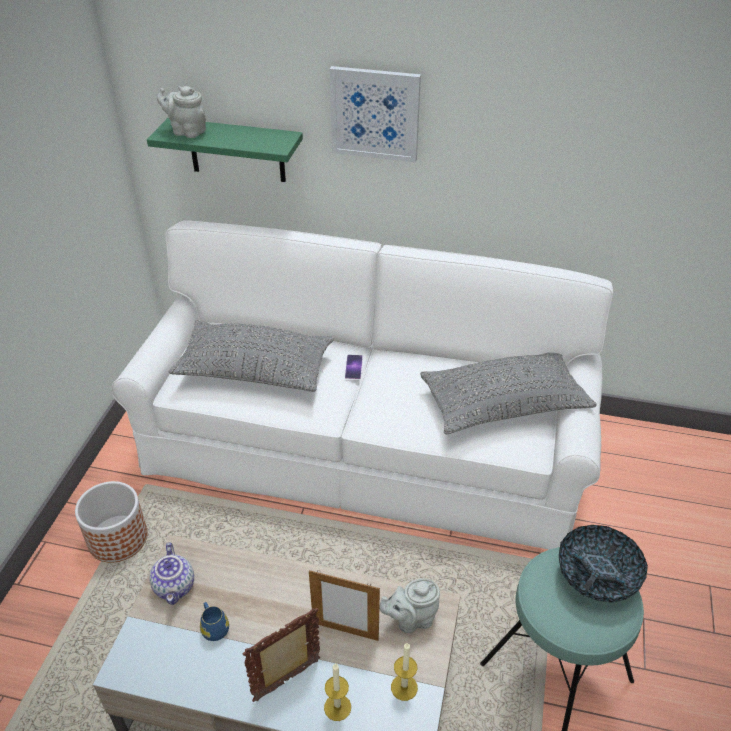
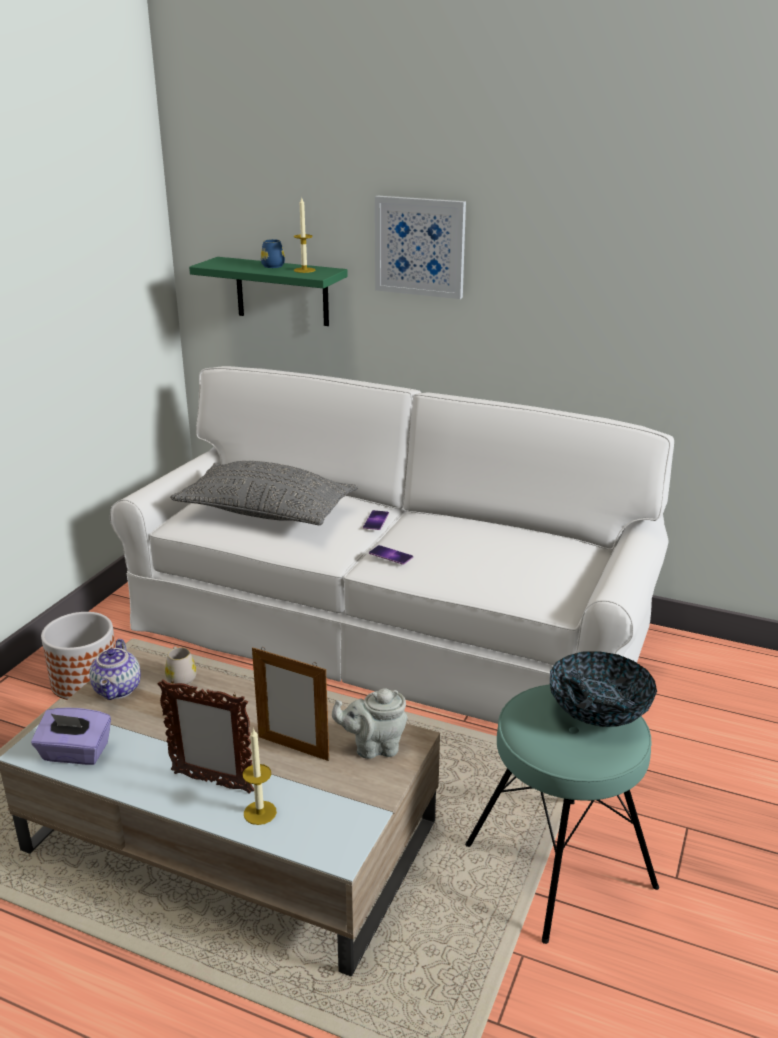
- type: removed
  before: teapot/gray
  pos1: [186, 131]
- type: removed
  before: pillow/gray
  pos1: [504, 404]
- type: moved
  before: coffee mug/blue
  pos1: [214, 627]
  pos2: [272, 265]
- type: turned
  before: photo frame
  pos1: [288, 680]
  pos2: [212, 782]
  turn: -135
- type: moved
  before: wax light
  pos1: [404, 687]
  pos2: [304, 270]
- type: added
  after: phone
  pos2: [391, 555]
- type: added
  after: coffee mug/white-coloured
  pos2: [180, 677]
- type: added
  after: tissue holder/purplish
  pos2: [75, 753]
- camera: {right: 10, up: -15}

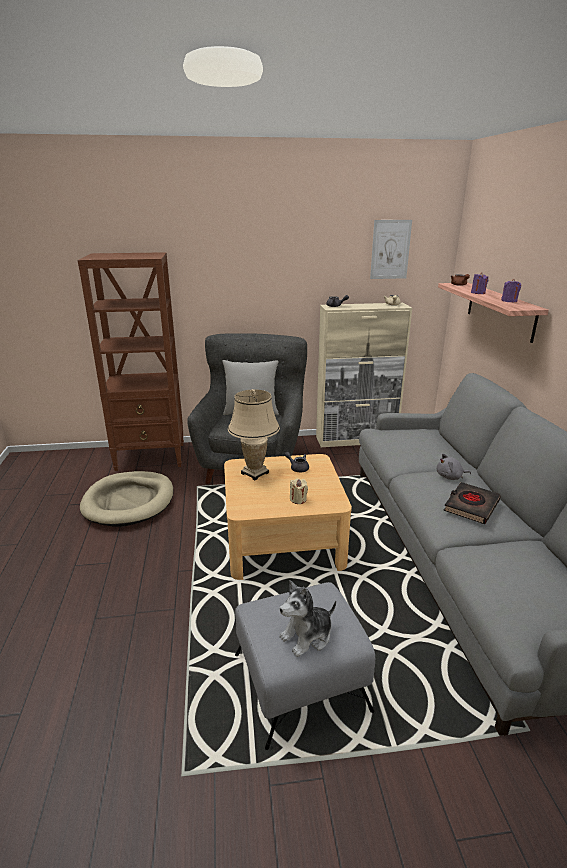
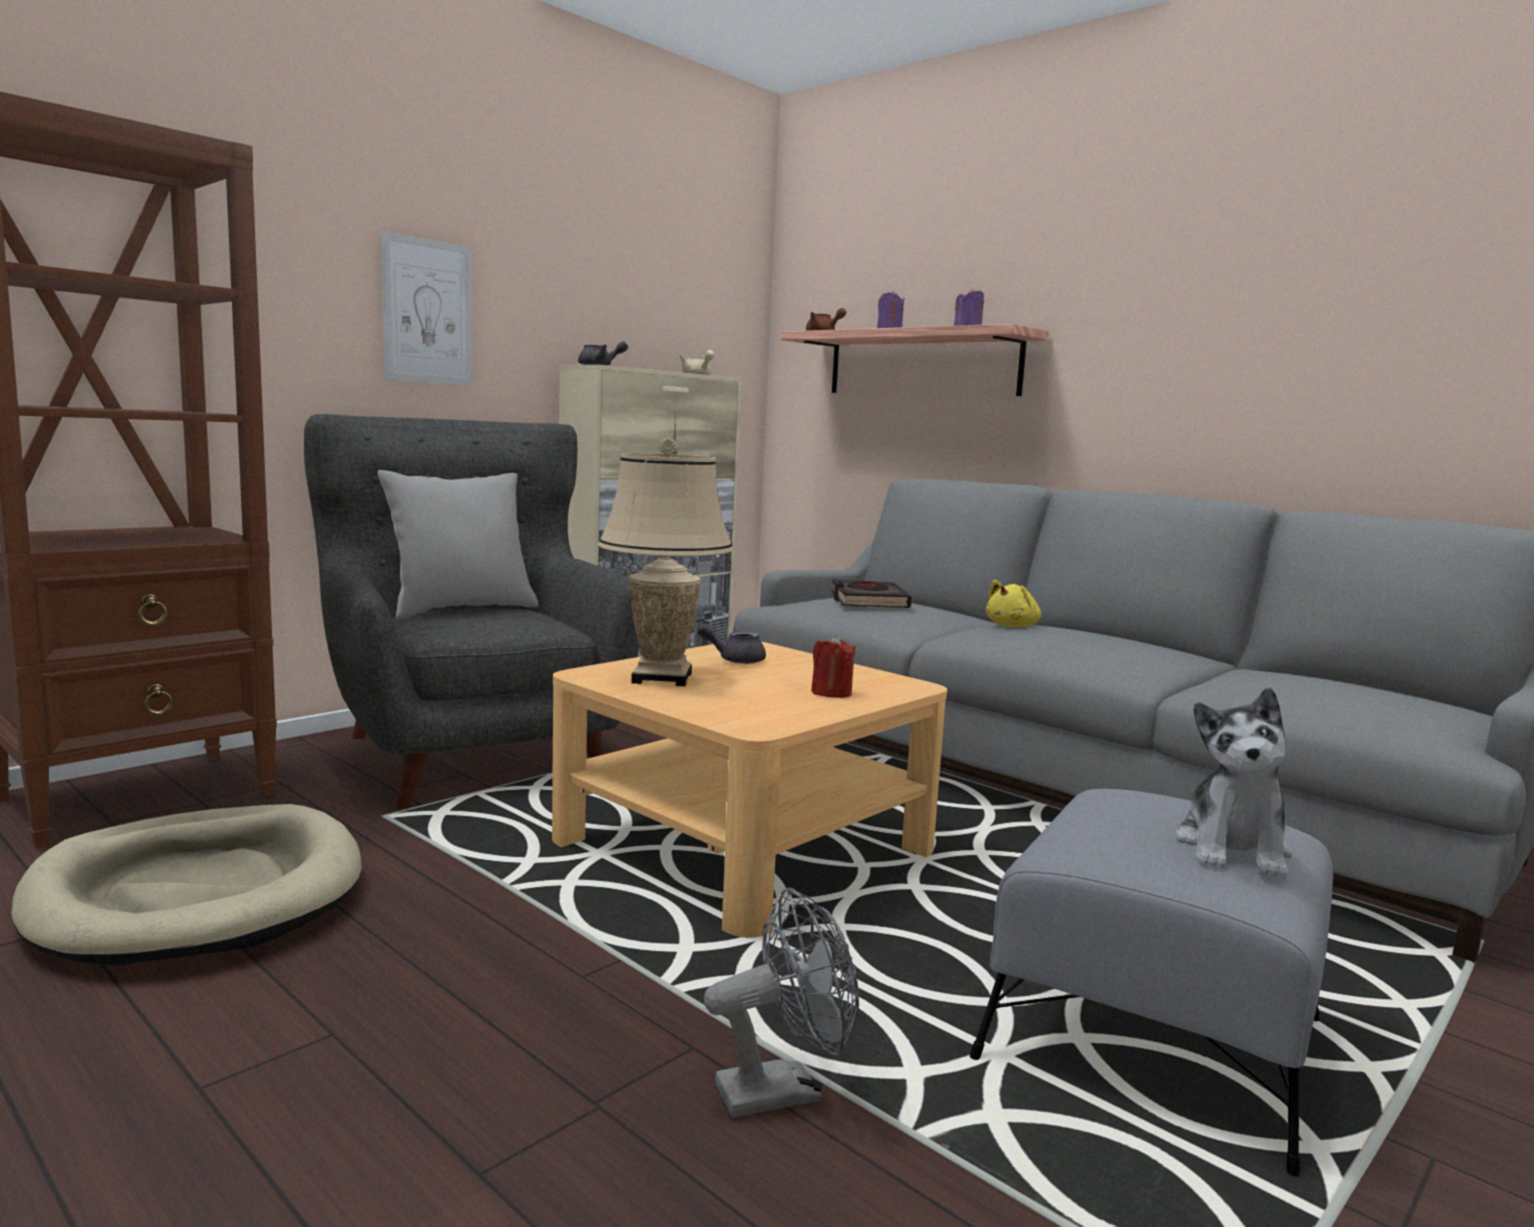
- type: moved
  before: wall art
  pos1: [390, 249]
  pos2: [427, 312]
- type: recoloured
  before: cuddly toy/gray
  after: cuddly toy/yellowish
  pos1: [450, 477]
  pos2: [1013, 627]
- type: recoloured
  before: wax light/beige
  after: wax light/red-coloured
  pos1: [298, 499]
  pos2: [831, 693]
- type: moved
  before: book/black-coloured
  pos1: [471, 506]
  pos2: [868, 601]
- type: added
  after: cooling fan/gray
  pos2: [783, 1090]
- camera: {right: -40, up: -15}

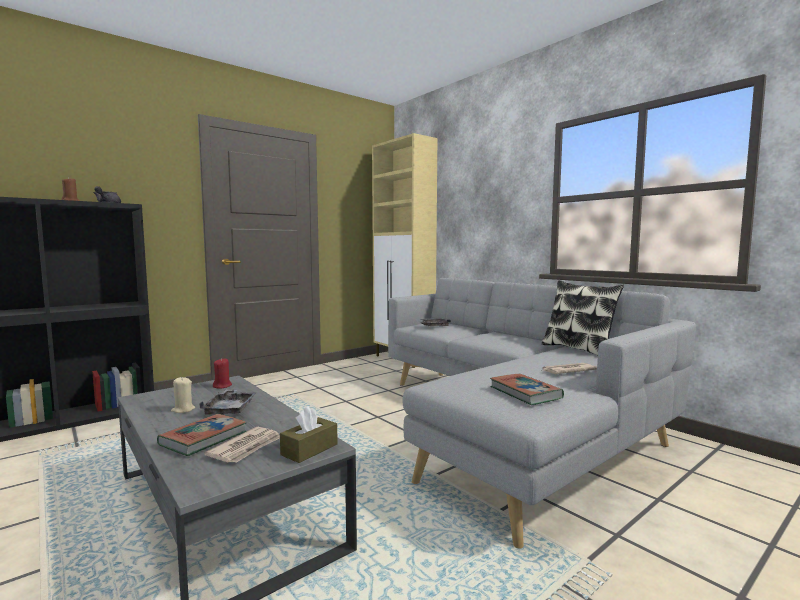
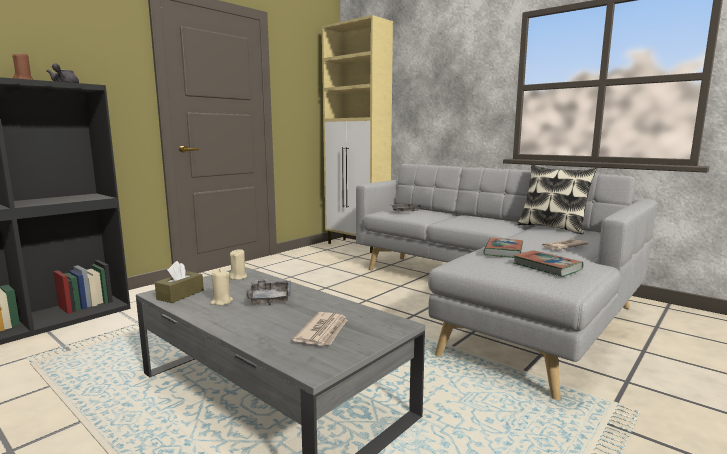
- type: recoloured
  before: wax light/red-coloured
  after: wax light/beige
  pos1: [222, 386]
  pos2: [238, 277]
- type: moved
  before: tissue holder/brown-coloured
  pos1: [309, 449]
  pos2: [180, 295]
- type: moved
  before: book
  pos1: [203, 438]
  pos2: [503, 251]
- camera: {right: -10, up: 5}

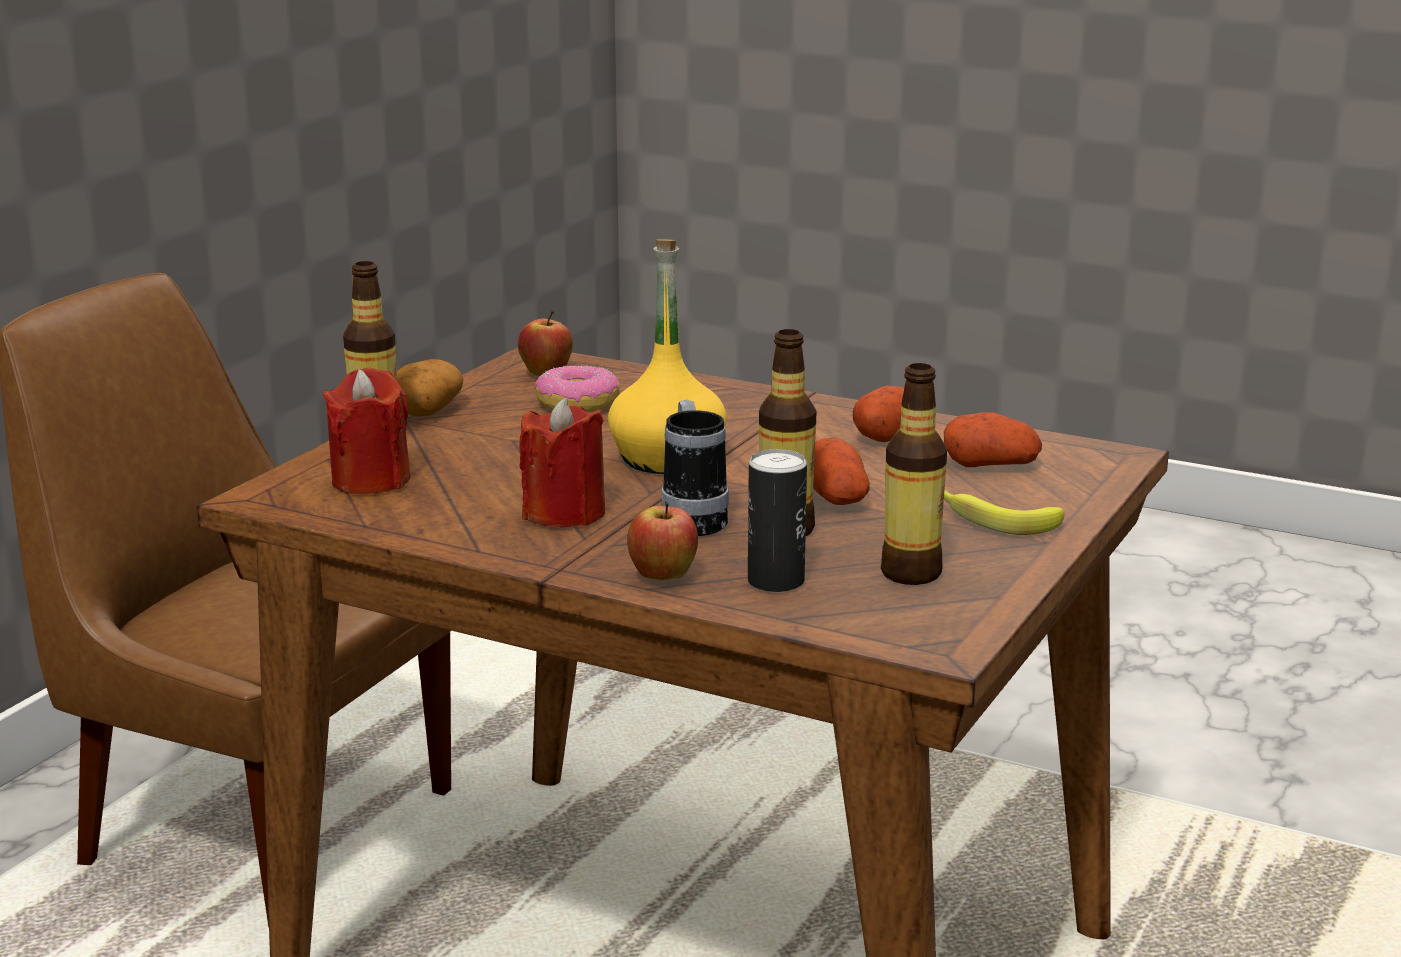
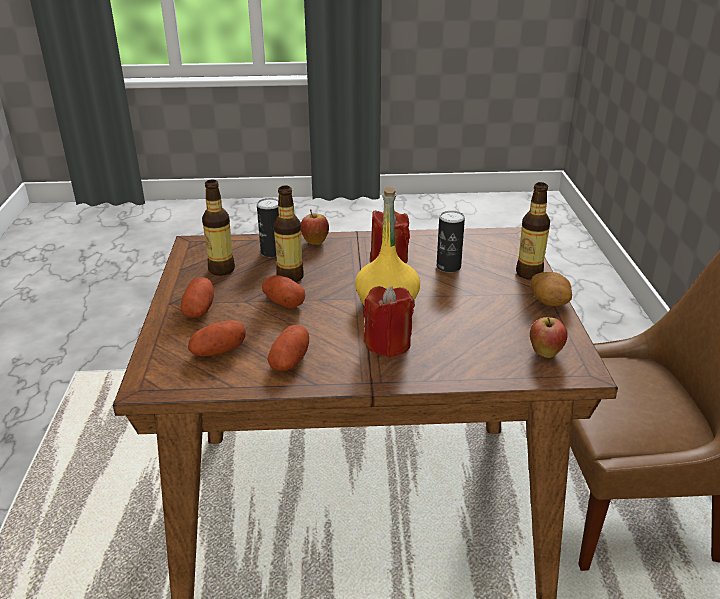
- type: removed
  before: ring doughnut
  pos1: [578, 404]
- type: moved
  before: wax light/red-coloured
  pos1: [371, 480]
  pos2: [388, 344]
- type: removed
  before: coffee mug
  pos1: [693, 518]
- type: replaced
  before: whole banana
  after: whole potato
  pos1: [994, 520]
  pos2: [199, 309]
- type: added
  after: can
  pos2: [448, 267]
- camera: {right: 150, up: 10}

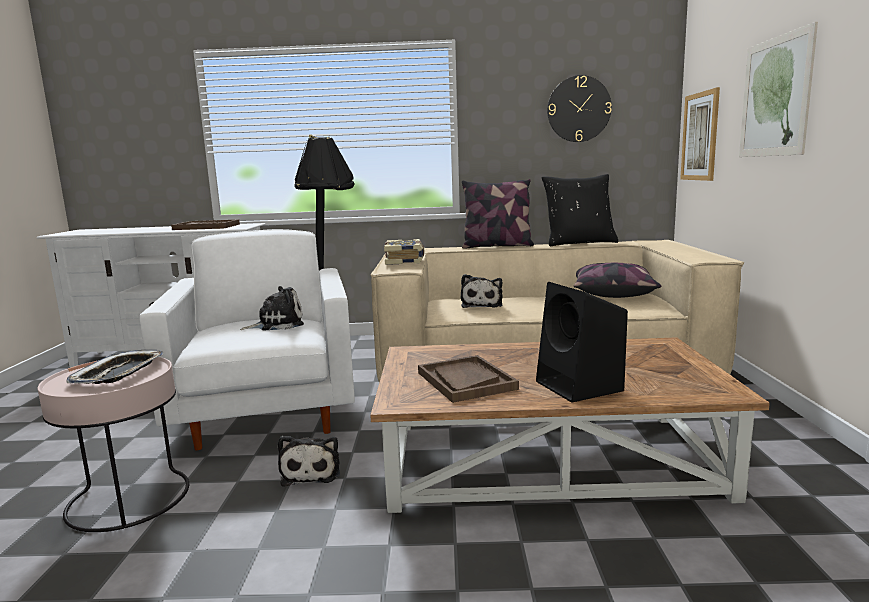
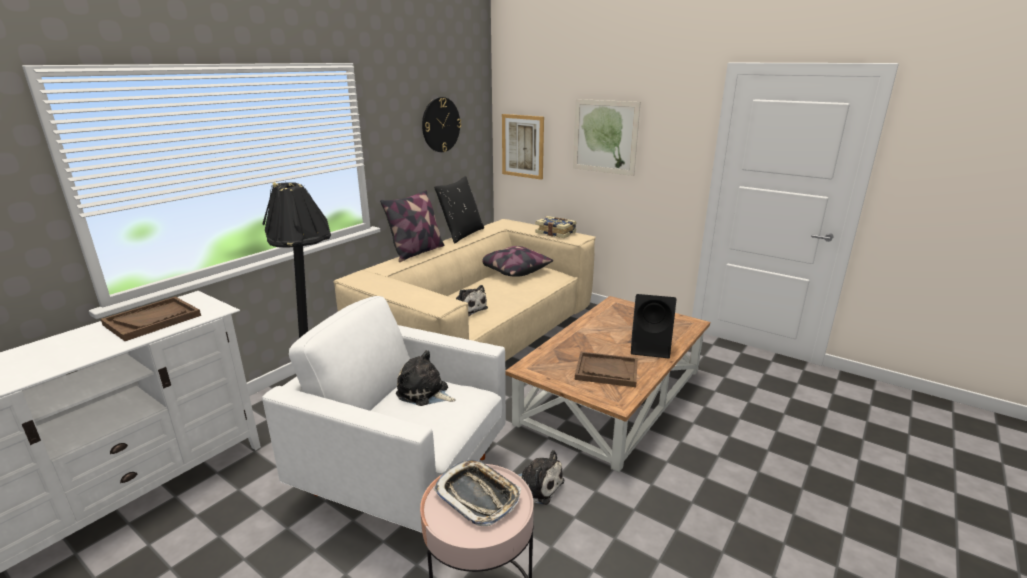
- type: moved
  before: book
  pos1: [405, 261]
  pos2: [556, 233]
- type: turned
  before: cuddly toy
  pos1: [277, 324]
  pos2: [425, 393]
  turn: -75
- camera: {right: -55, up: 10}

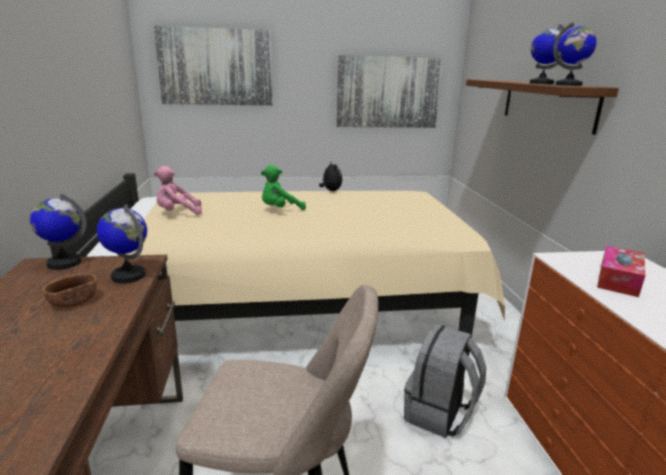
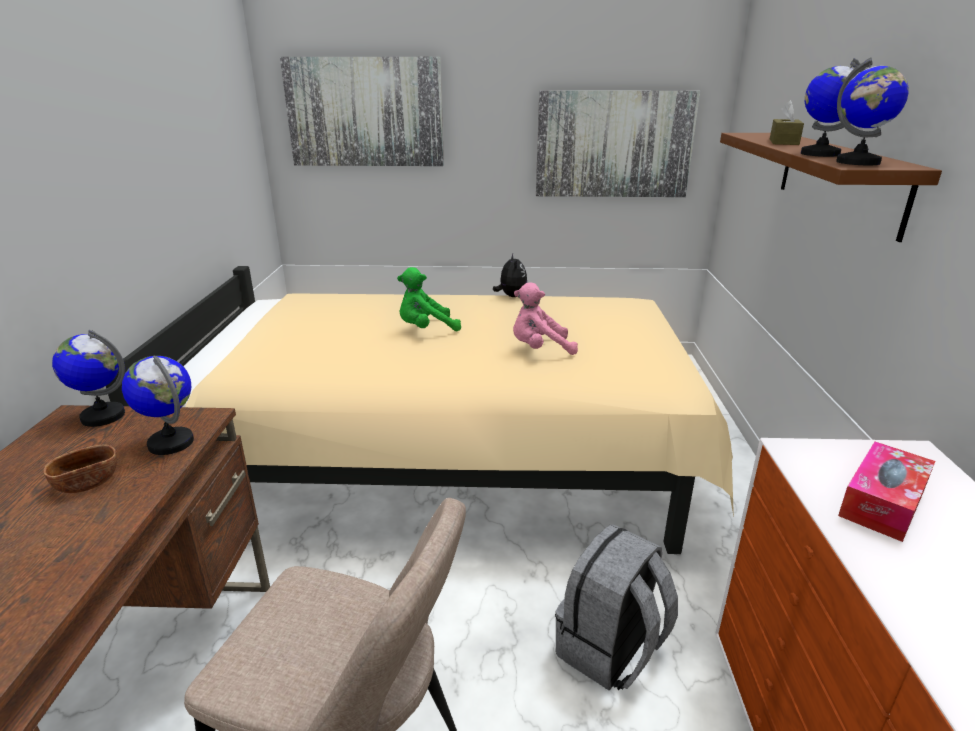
- type: moved
  before: cuddly toy/pink-coloured
  pos1: [177, 213]
  pos2: [539, 349]
- type: added
  after: tissue holder/brown-coloured
  pos2: [783, 142]
- camera: {right: 10, up: 5}

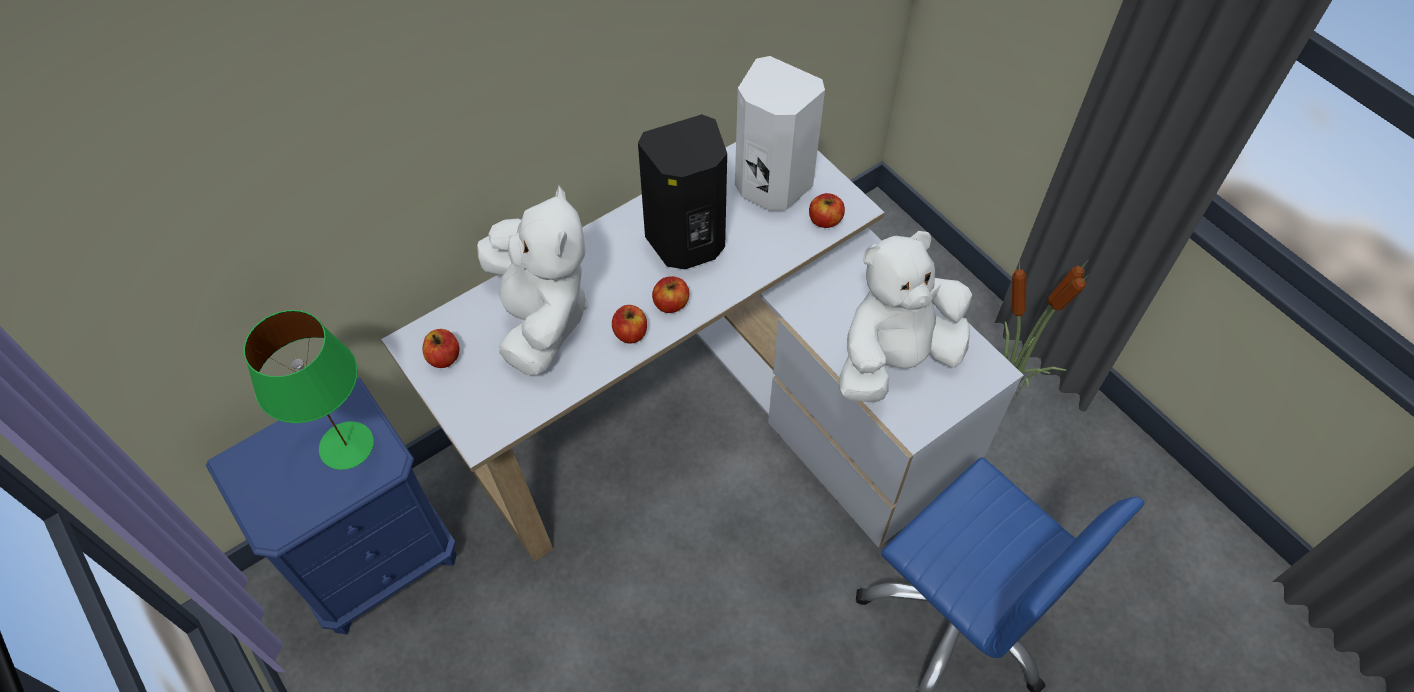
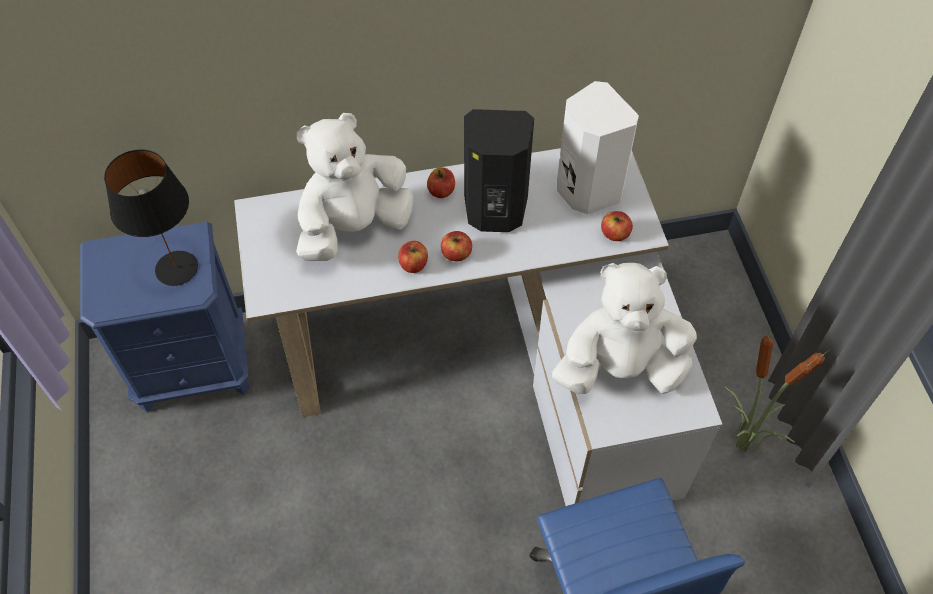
- type: turned
  before: cuddly toy/white-coloured
  pos1: [540, 317]
  pos2: [354, 227]
  turn: -135
- type: recoloured
  before: table lamp/green
  after: table lamp/black-coloured
  pos1: [345, 446]
  pos2: [175, 268]
- type: moved
  before: whole apple
  pos1: [444, 357]
  pos2: [441, 191]
- camera: {right: 25, up: 0}

